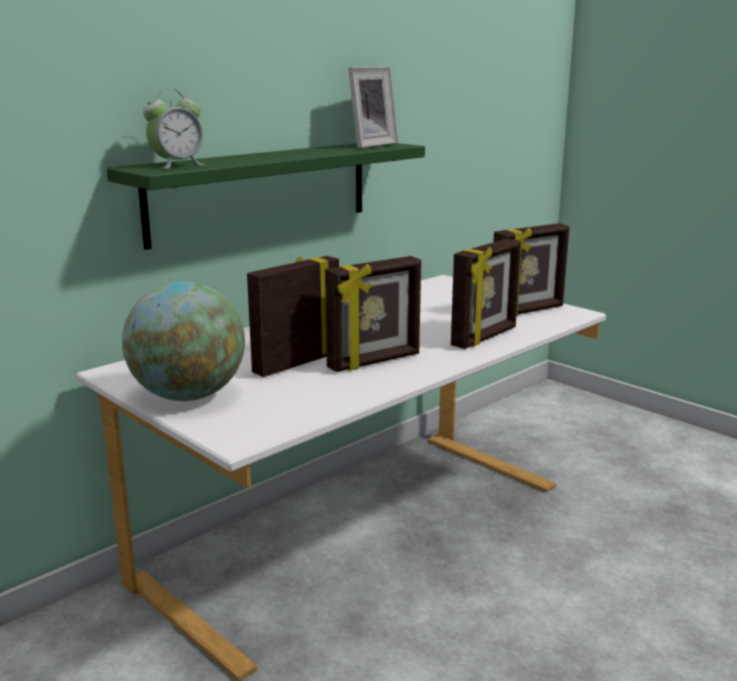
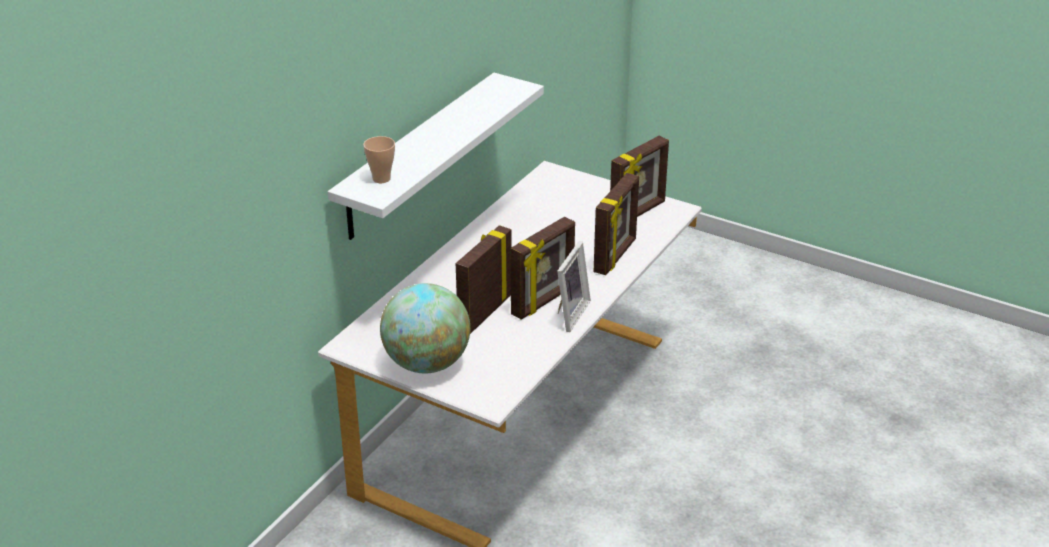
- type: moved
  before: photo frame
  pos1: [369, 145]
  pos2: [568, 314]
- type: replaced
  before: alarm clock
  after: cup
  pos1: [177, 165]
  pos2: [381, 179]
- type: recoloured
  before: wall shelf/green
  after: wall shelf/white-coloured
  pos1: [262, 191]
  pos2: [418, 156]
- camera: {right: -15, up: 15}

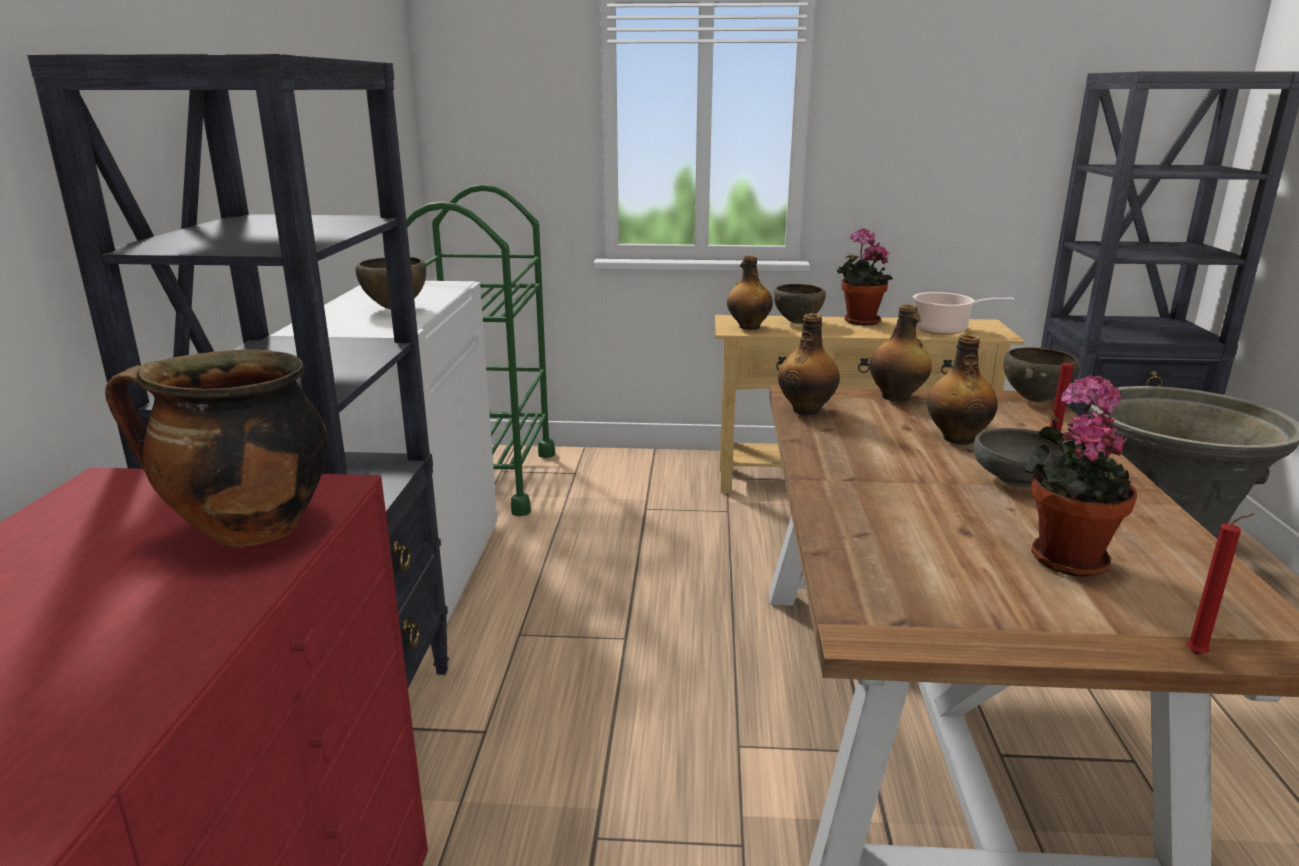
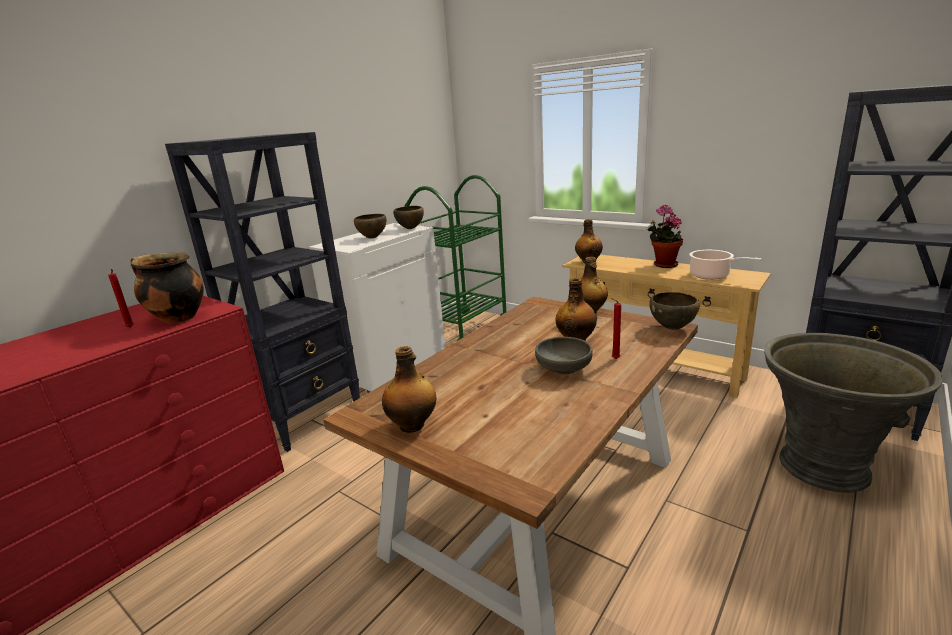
- type: moved
  before: bowl/brown-coloured
  pos1: [798, 323]
  pos2: [410, 228]
- type: moved
  before: beverage bottle
  pos1: [807, 410]
  pos2: [413, 425]
- type: removed
  before: potted plant
  pos1: [1064, 556]
- type: moved
  before: wax light/red-coloured
  pos1: [1199, 655]
  pos2: [130, 328]
- camera: {right: 35, up: 0}

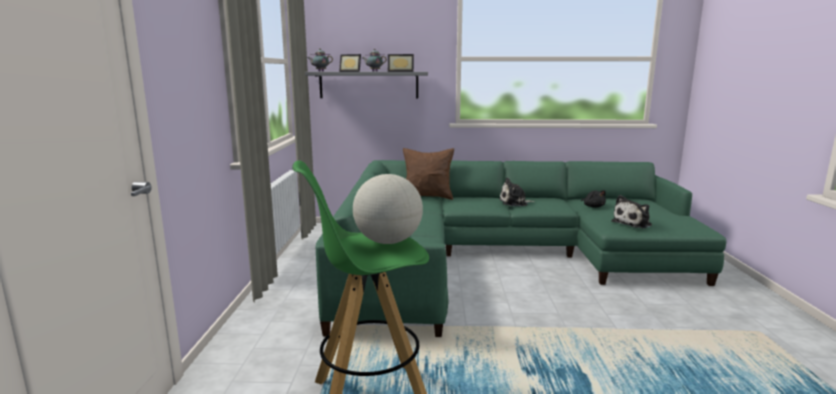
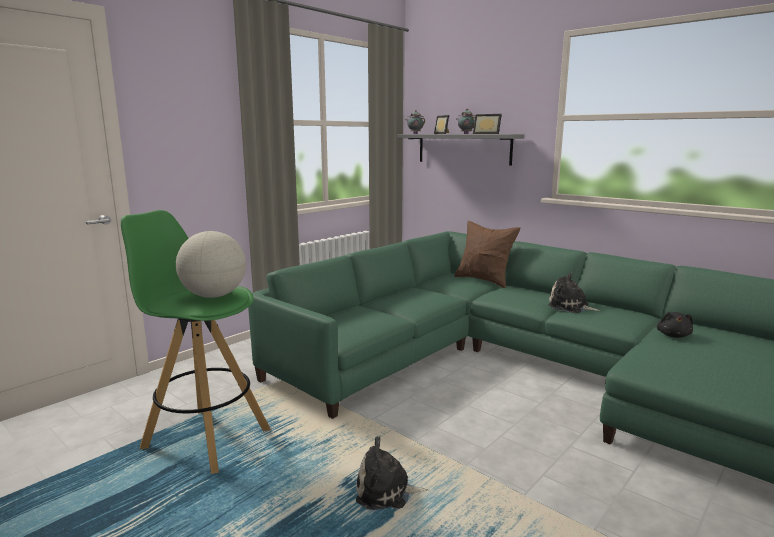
- type: moved
  before: cuddly toy
  pos1: [633, 223]
  pos2: [387, 491]
- camera: {right: 40, up: 0}

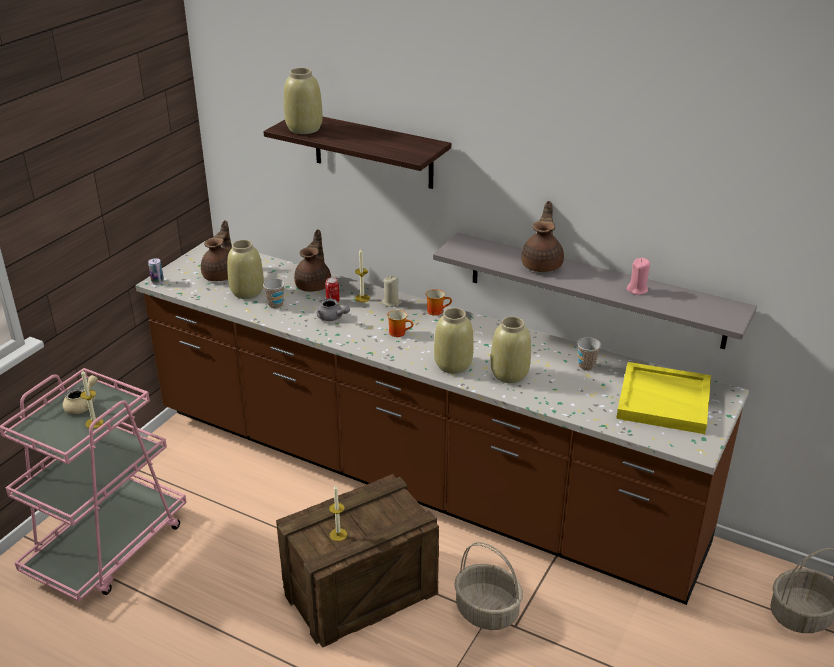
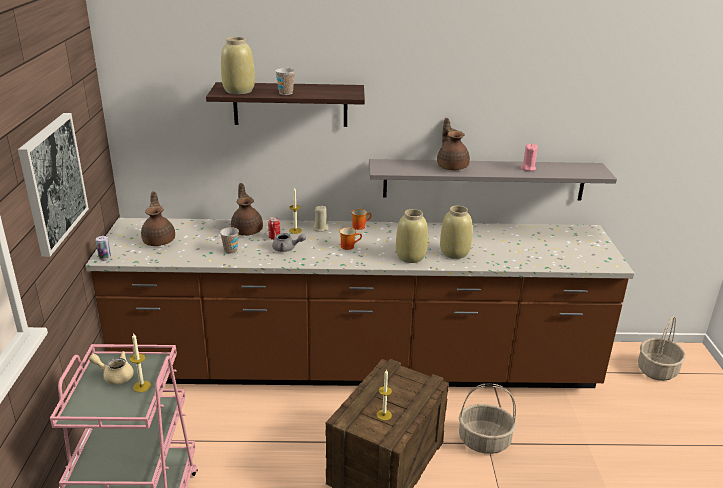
- type: removed
  before: flower vase/beige
  pos1: [247, 292]
- type: moved
  before: cup
  pos1: [586, 366]
  pos2: [285, 93]
- type: removed
  before: tray/yellowish
  pos1: [664, 401]
- type: turned
  before: teapot/beige
  pos1: [82, 405]
  pos2: [115, 375]
  turn: -75
- type: added
  after: wall art
  pos2: [52, 182]
- camera: {right: -30, up: -5}

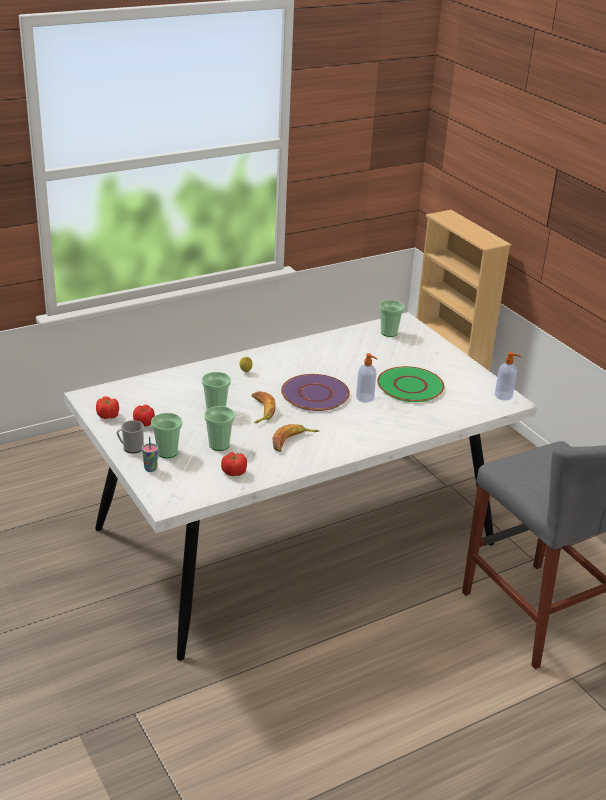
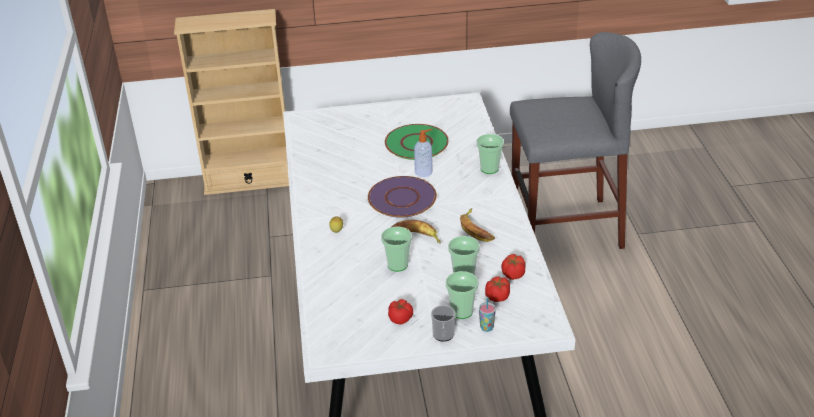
- type: moved
  before: cup
  pos1: [389, 333]
  pos2: [489, 169]
- type: removed
  before: liquid soap bottle
  pos1: [504, 396]
- type: moved
  before: fresh tomato
  pos1: [108, 415]
  pos2: [497, 296]
- camera: {right: -65, up: 5}

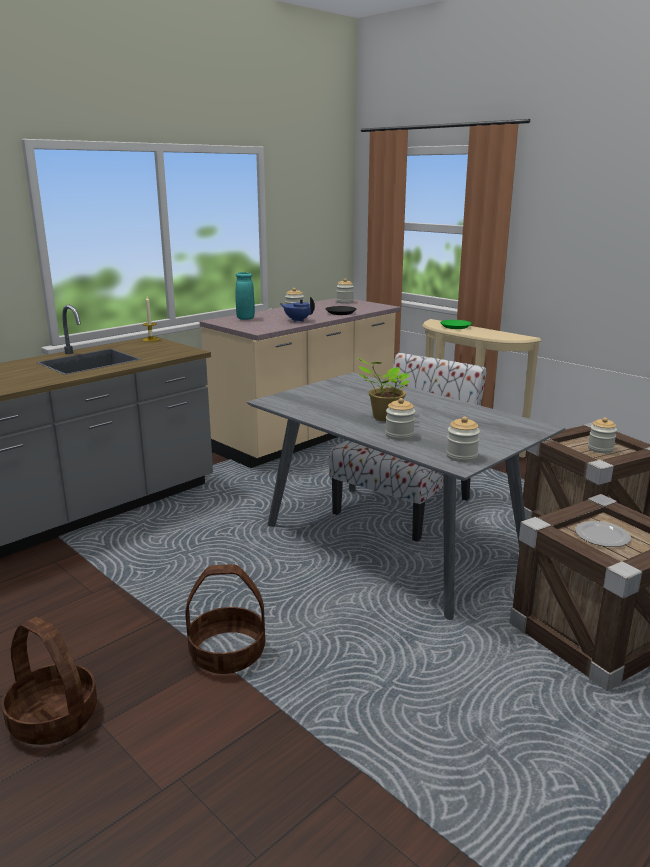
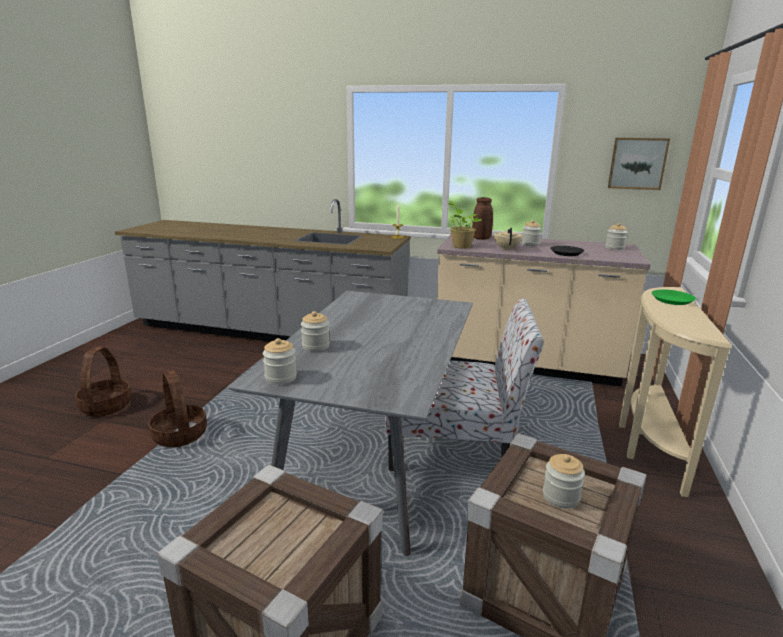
- type: recoloured
  before: flower vase/blue-green
  after: flower vase/brown-coloured
  pos1: [245, 318]
  pos2: [481, 238]
- type: recoloured
  before: teapot/blue
  after: teapot/beige
  pos1: [297, 320]
  pos2: [507, 249]
- type: moved
  before: potted plant
  pos1: [384, 417]
  pos2: [460, 246]
- type: removed
  before: dinner plate
  pos1: [603, 536]
- type: added
  after: wall art
  pos2: [637, 163]
- camera: {right: 60, up: 0}

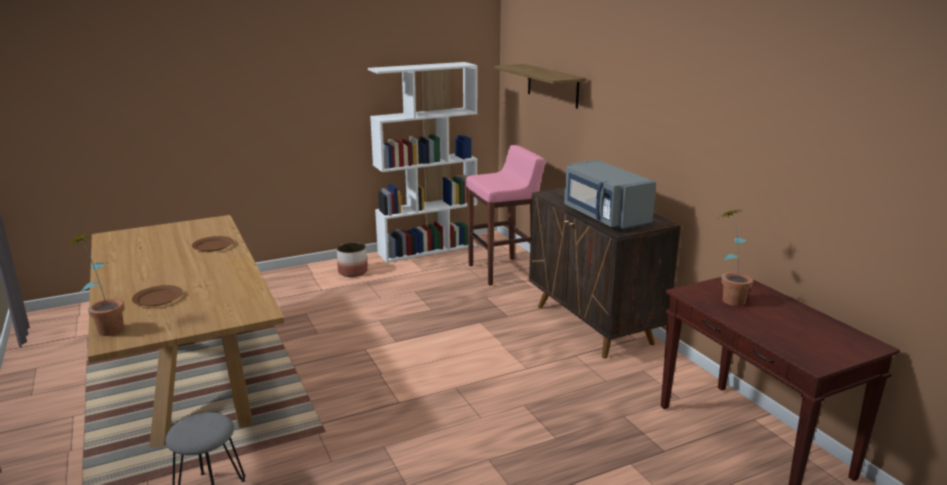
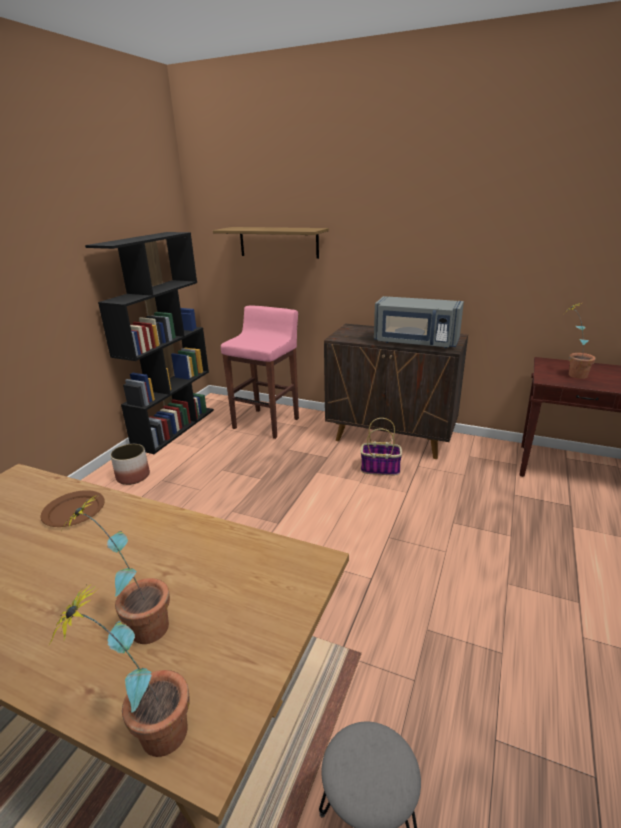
- type: recoloured
  before: shelving unit/white-coloured
  after: shelving unit/black-coloured
  pos1: [428, 249]
  pos2: [175, 428]
- type: replaced
  before: dinner plate/brown-coloured
  after: potted plant
  pos1: [158, 298]
  pos2: [138, 627]
- type: added
  after: basket
  pos2: [380, 469]
- camera: {right: -40, up: 5}

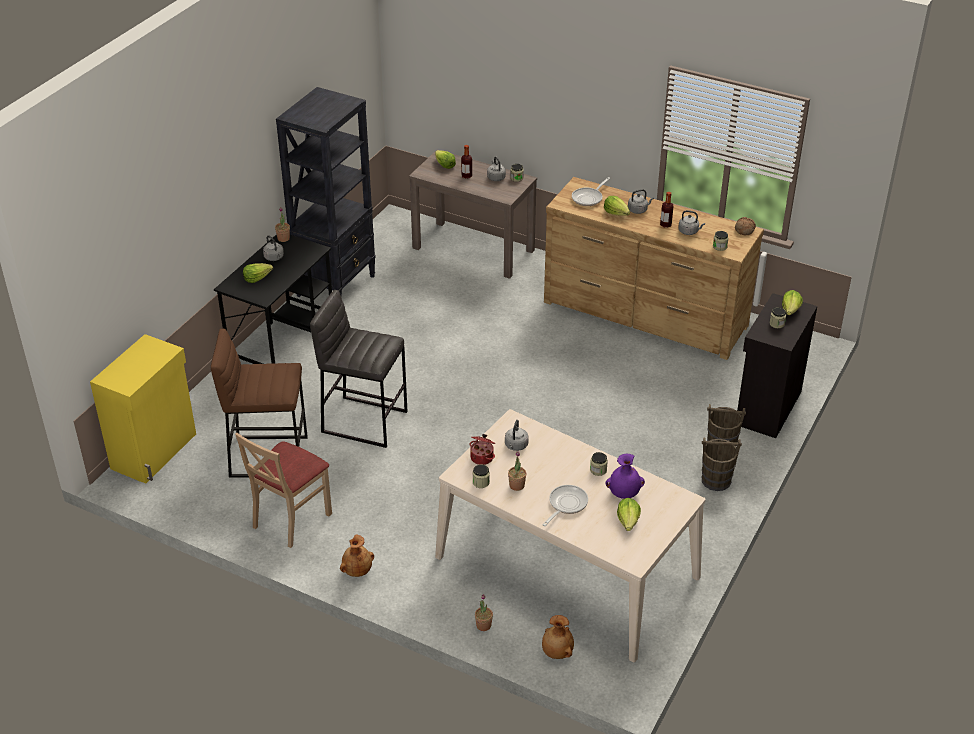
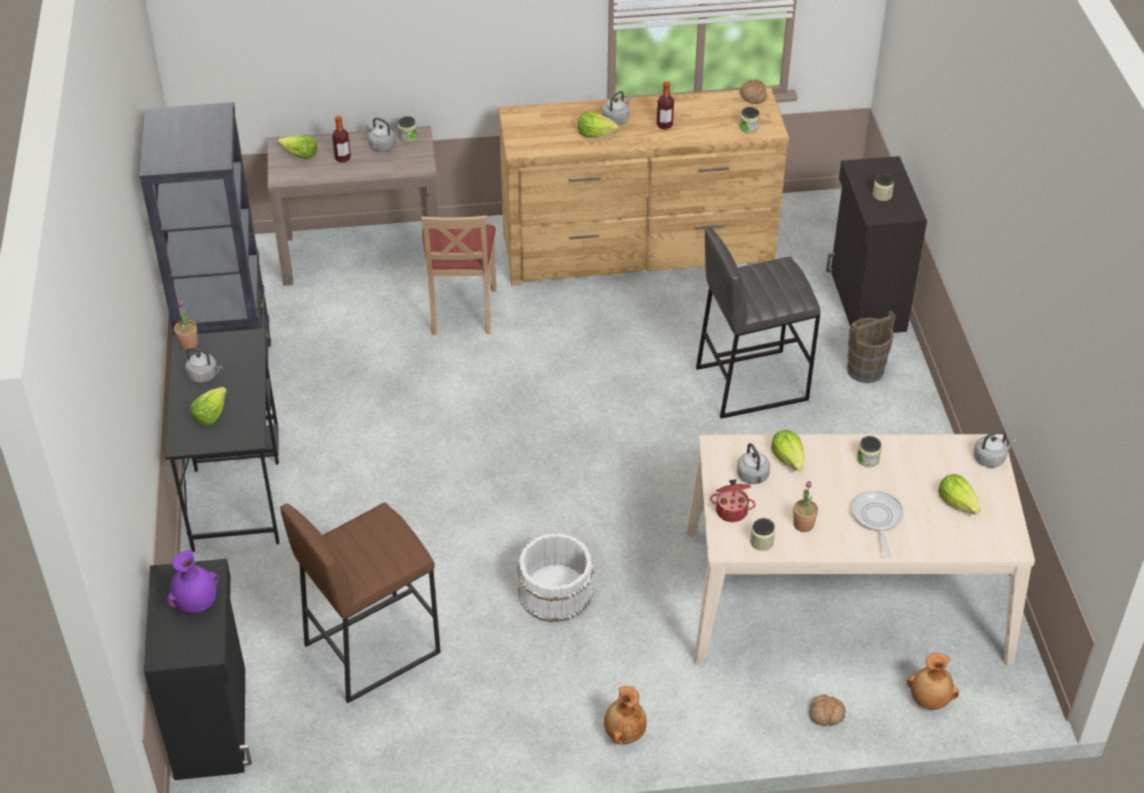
- type: removed
  before: frying pan
  pos1: [589, 198]
- type: moved
  before: kettle/gray
  pos1: [689, 231]
  pos2: [990, 458]
- type: moved
  before: sitting stool/gray
  pos1: [364, 421]
  pos2: [750, 383]
- type: moved
  before: lettuce
  pos1: [790, 310]
  pos2: [788, 459]
- type: recoloured
  before: cupboard/yellowish
  after: cupboard/black-coloured
  pos1: [155, 451]
  pos2: [213, 722]
- type: moved
  before: upright chair/beige
  pos1: [291, 519]
  pos2: [461, 310]
- type: removed
  before: water bucket/brown-coloured
  pos1: [716, 480]
- type: moved
  before: flower vase/purplish
  pos1: [624, 493]
  pos2: [196, 603]
- type: replaced
  before: potted plant
  after: bakery bread
  pos1: [483, 625]
  pos2: [826, 715]
- type: added
  after: water bucket/white-coloured
  pos2: [554, 591]
- camera: {right: -35, up: 5}

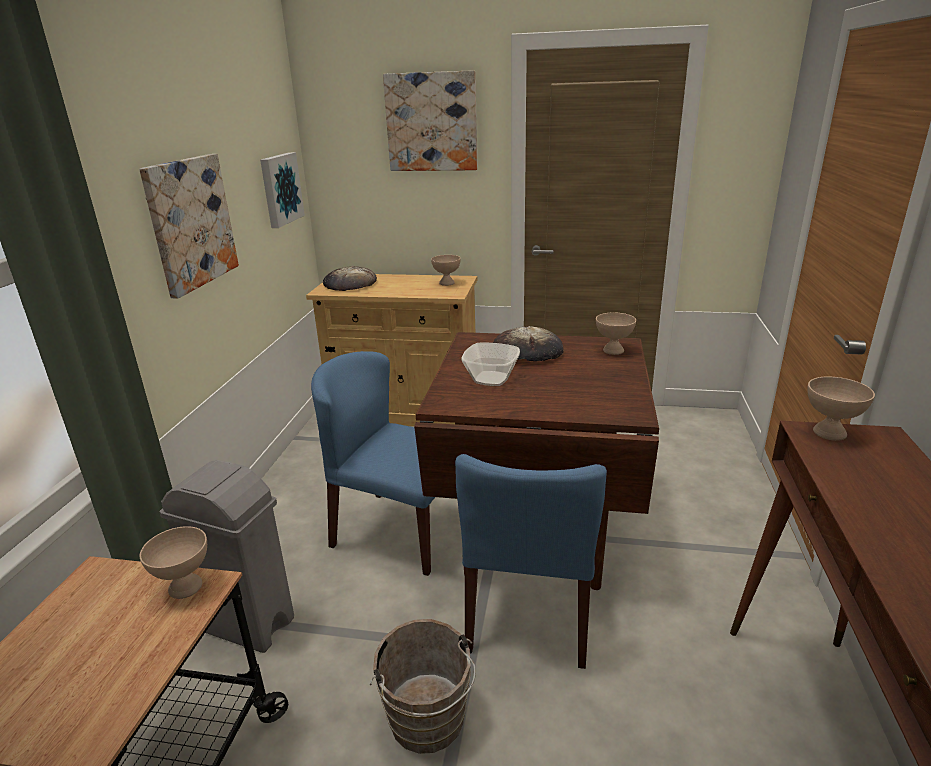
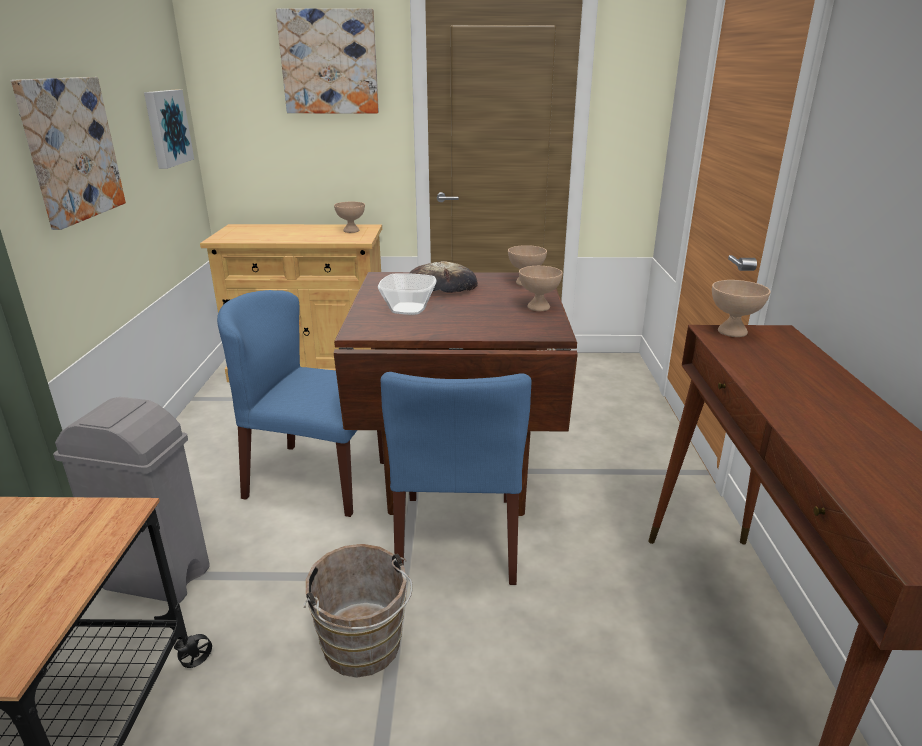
- type: removed
  before: bakery bread
  pos1: [349, 284]
- type: moved
  before: bowl/beige
  pos1: [186, 586]
  pos2: [539, 307]
- camera: {right: -10, up: 0}

